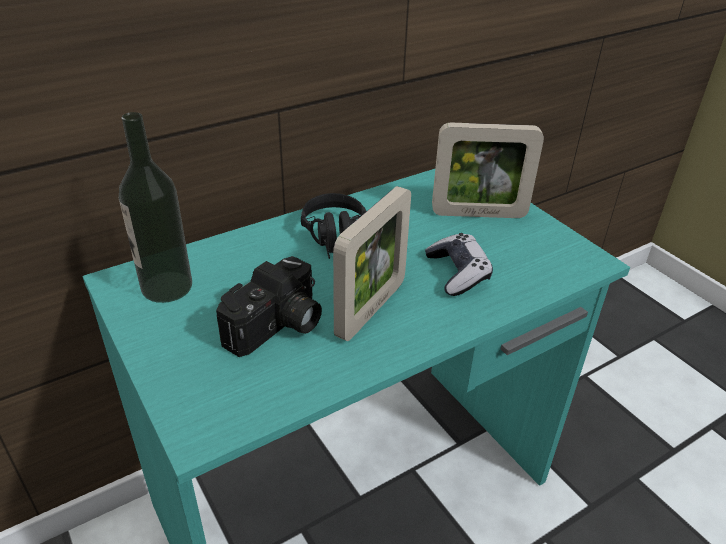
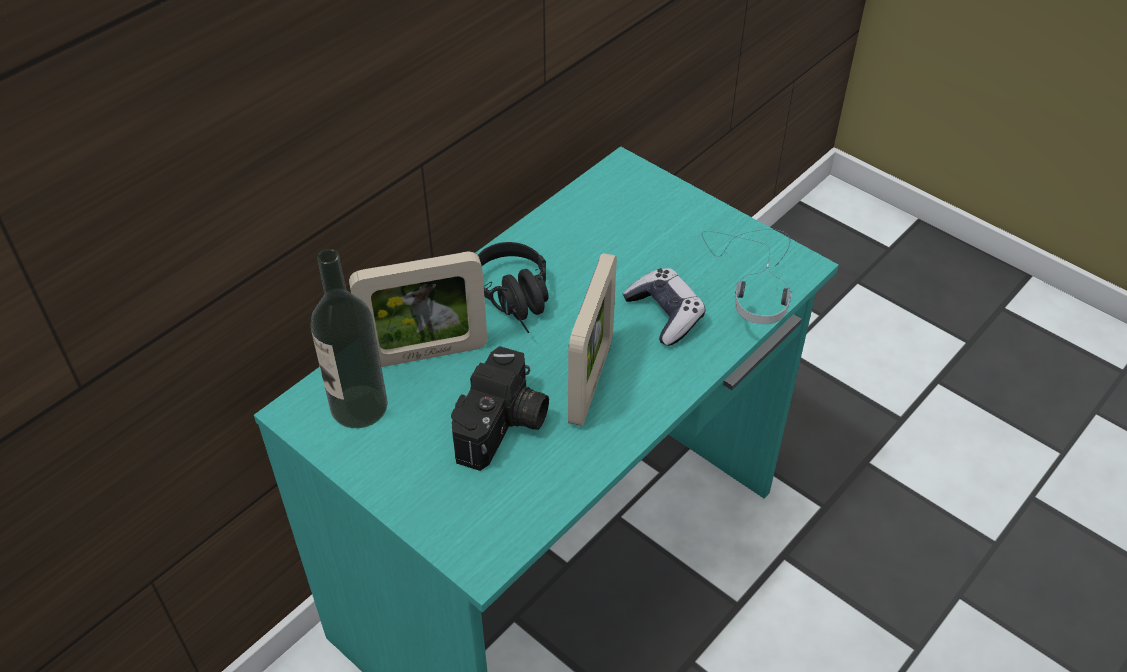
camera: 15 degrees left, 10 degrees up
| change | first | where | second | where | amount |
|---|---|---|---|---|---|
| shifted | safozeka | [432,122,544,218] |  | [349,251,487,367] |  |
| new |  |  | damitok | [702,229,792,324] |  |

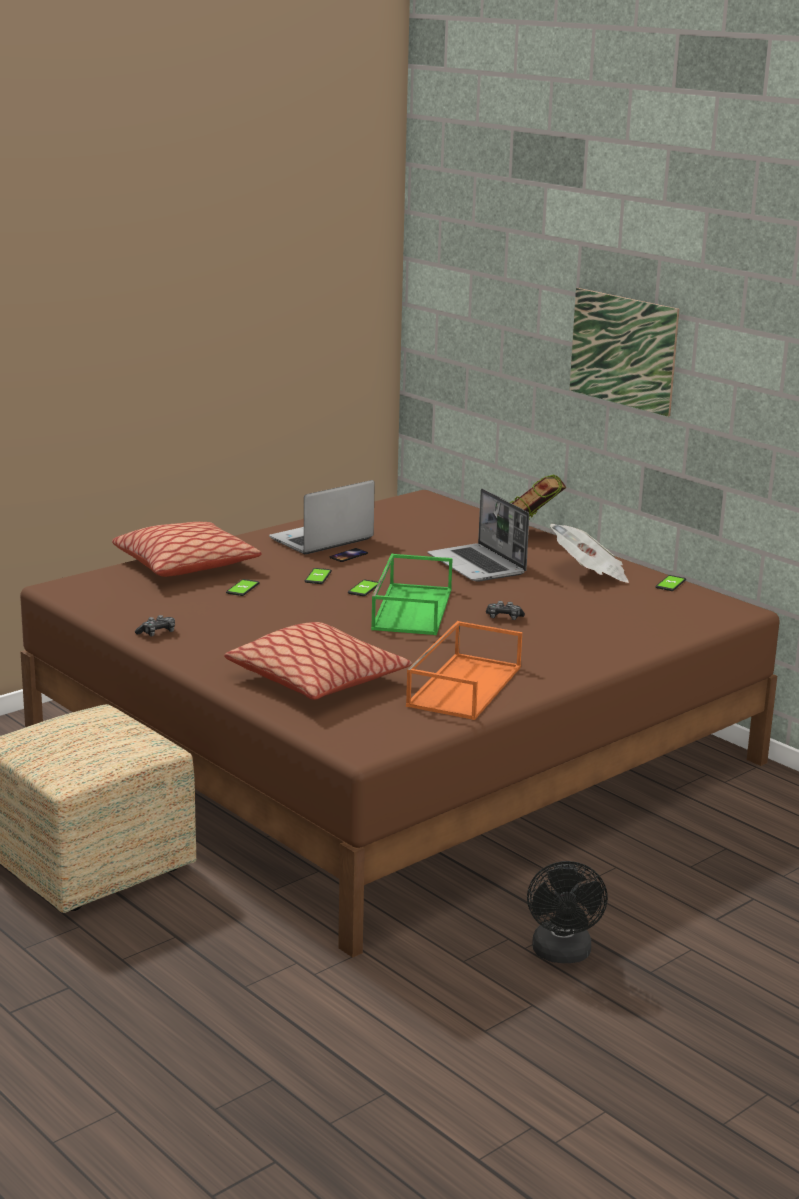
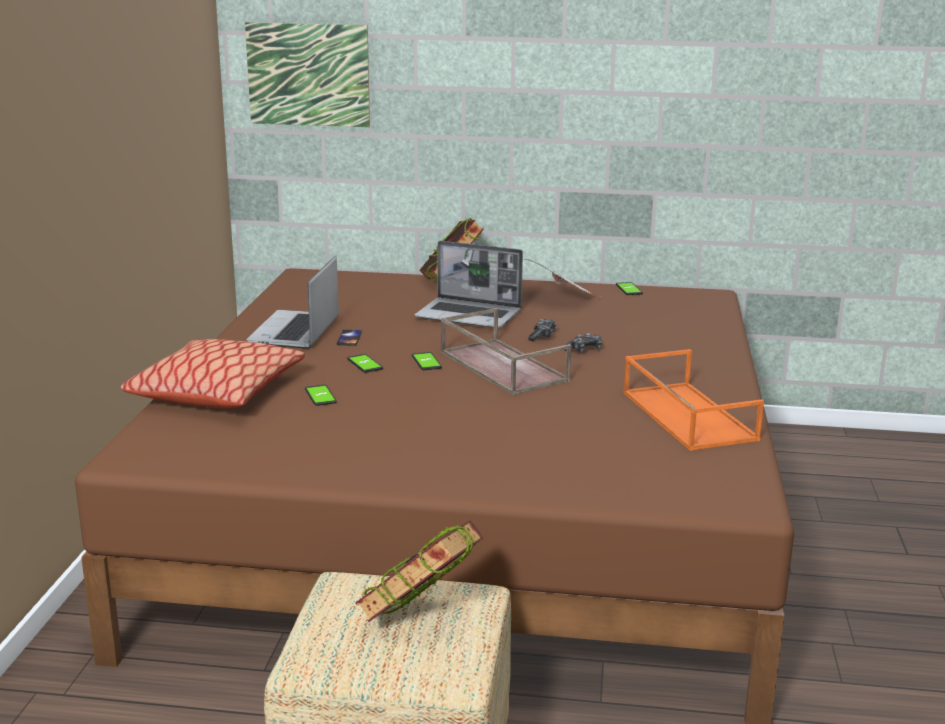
camera: 40 degrees left, 0 degrees up
| change | first | where | second | where | amount |
|---|---|---|---|---|---|
| shifted | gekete | [135,615,175,637] |  | [528,319,557,341] |  |
| gone | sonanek | [224,622,412,700] |  |  |  |
| repainted | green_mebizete | [371,554,453,635] | brown_mebizete | [441,308,572,395] |  |
| gone | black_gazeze | [527,861,608,963] |  |  |  |
| shifted | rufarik | [570,288,679,417] |  | [245,22,370,127] |  |
| new |  |  | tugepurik | [356,520,483,622] |  |

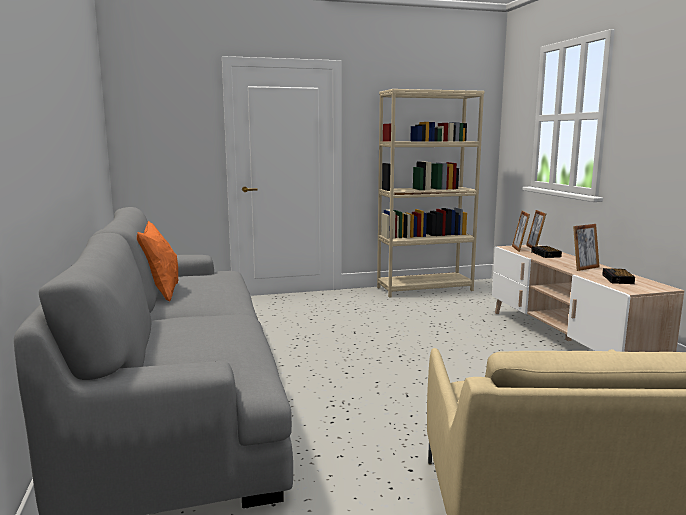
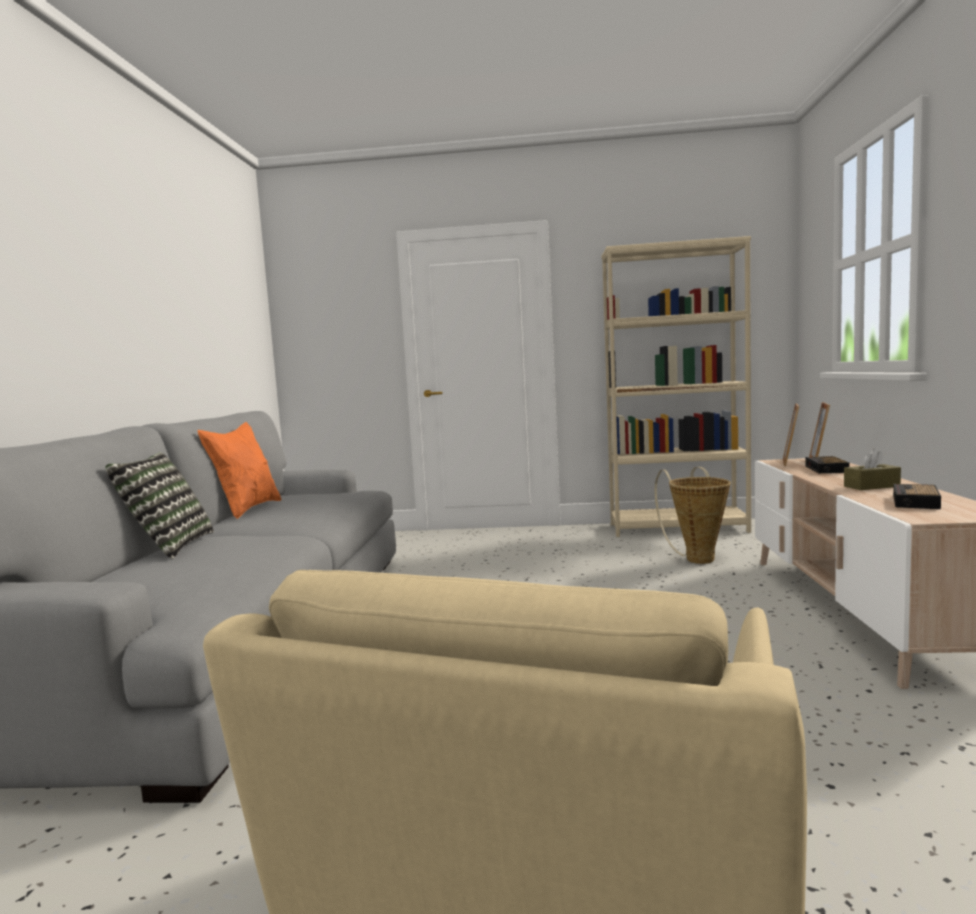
camera: 20 degrees right, 5 degrees down
| change | first | where | second | where | amount |
|---|---|---|---|---|---|
| swapped | safozeka | [573,224,599,271] | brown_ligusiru | [844,449,901,490] |  |
| new |  |  | sonanek | [106,452,214,559] |  |
| new |  |  | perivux | [655,467,731,564] |  |

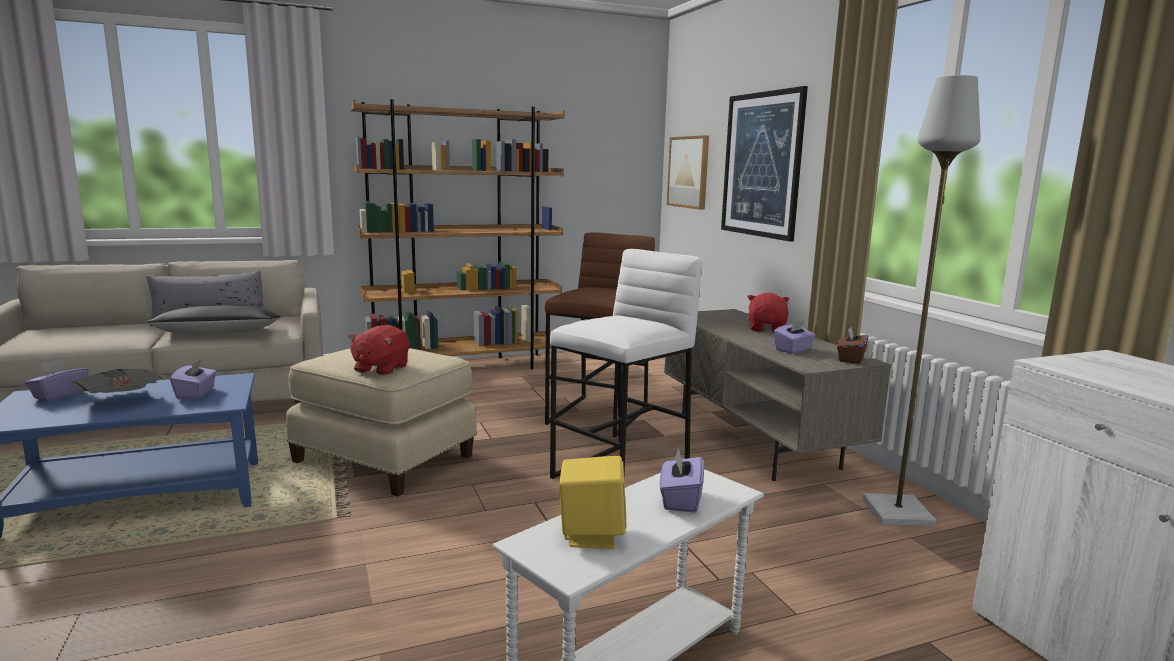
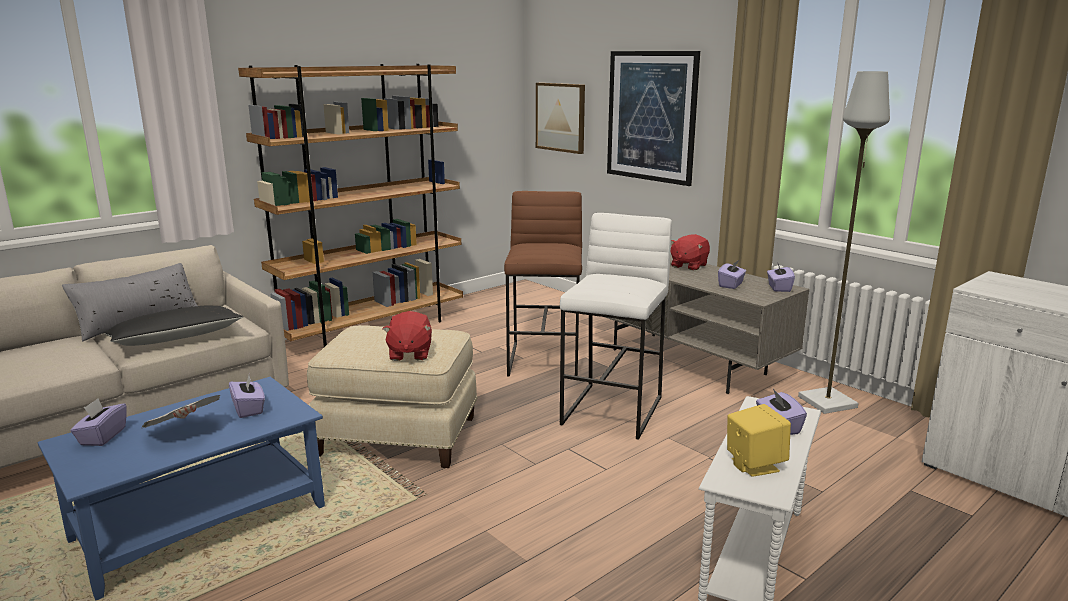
camera: 20 degrees left, 5 degrees up
| change | first | where | second | where | amount |
|---|---|---|---|---|---|
| rotated | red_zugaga | [747,293,789,332] |  | [671,234,710,271] | 135 degrees counterclockwise |
| repainted | brown_ligusiru | [837,327,868,364] | purple_ligusiru | [767,264,795,292] |  |

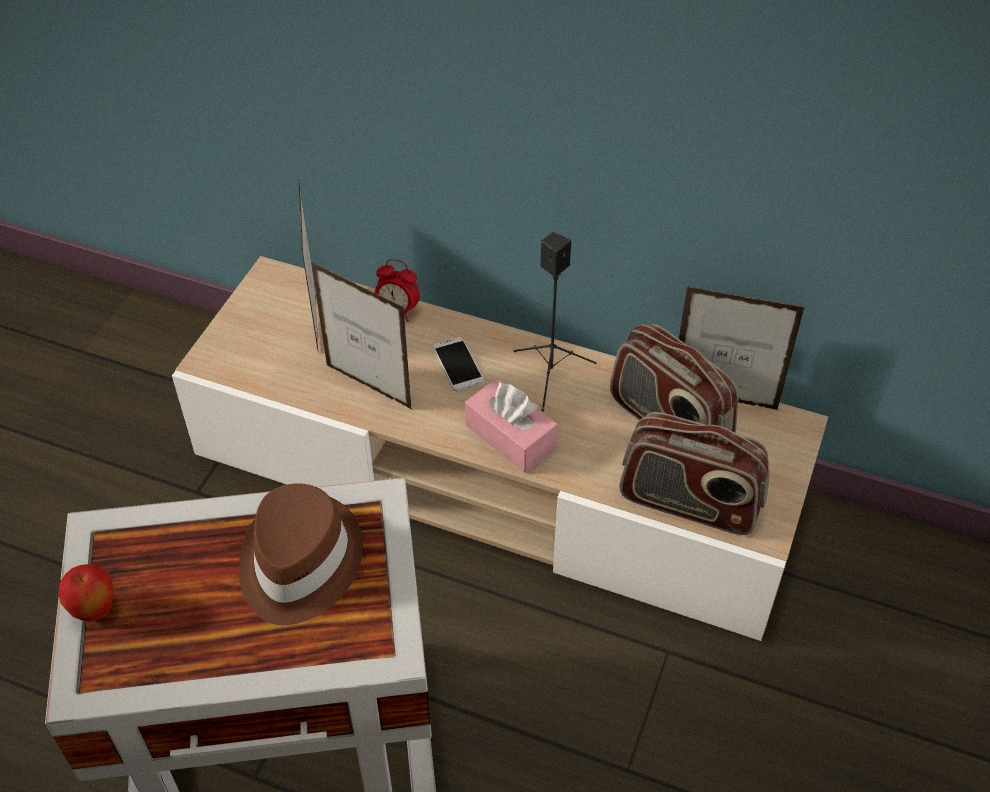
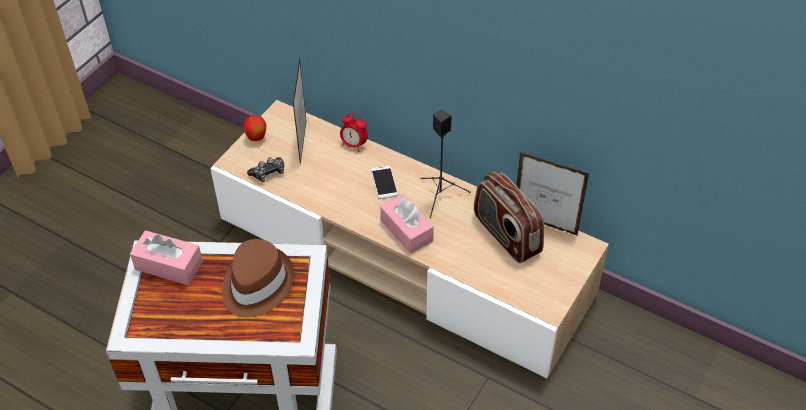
camera: 10 degrees right, 0 degrees up
| change | first | where | second | where | amount |
|---|---|---|---|---|---|
| shifted | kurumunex | [58,564,114,621] |  | [243,115,266,141] |  |
| gone | safozeka | [311,262,412,409] |  |  |  |
| gone | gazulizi | [619,412,770,535] |  |  |  |
| new |  |  | pink_ligusiru | [130,230,203,285] |  |
| new |  |  | gekete | [247,157,284,182] |  |

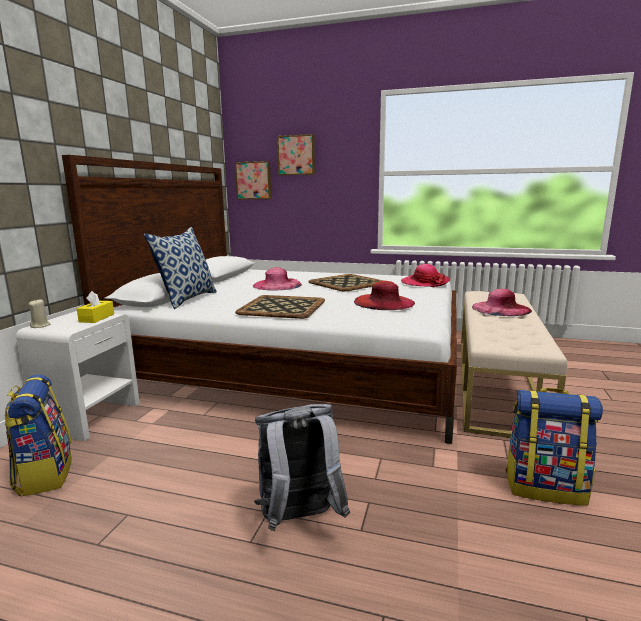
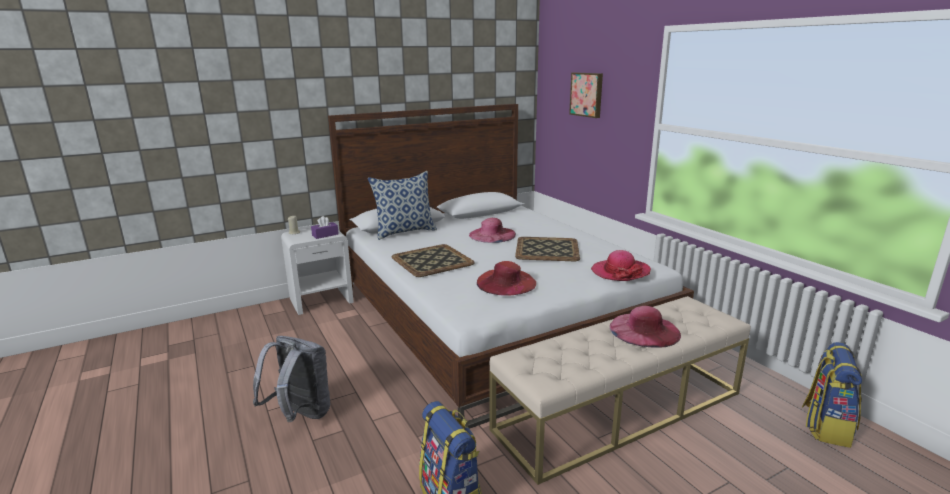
camera: 45 degrees right, 5 degrees up
| change | first | where | second | where | amount |
|---|---|---|---|---|---|
| shifted | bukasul | [4,374,71,496] |  | [802,342,862,448] |  |
| repainted | yellow_ligusiru | [77,291,114,323] | purple_ligusiru | [311,216,339,239] |  |
| gone | rufarik | [235,161,271,199] |  |  |  |

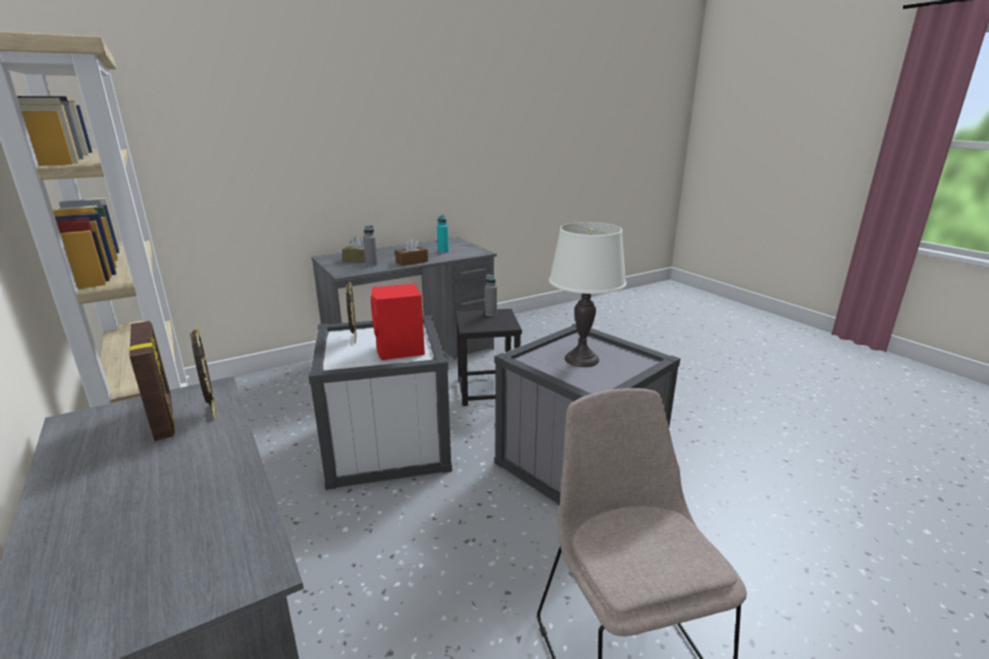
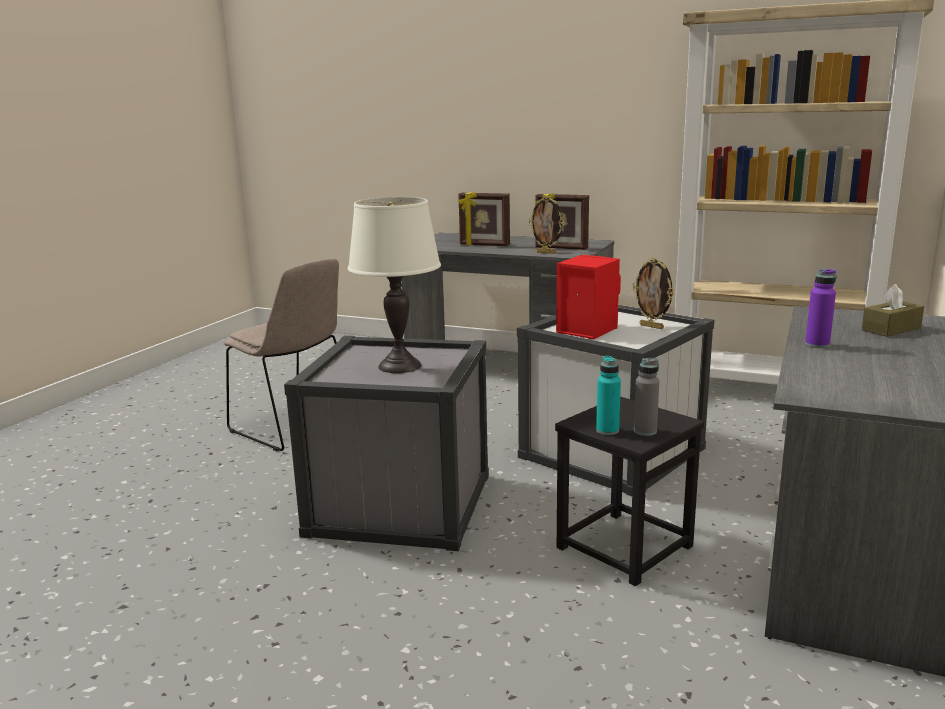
camera: 145 degrees right, 5 degrees down
| change | first | where | second | where | amount |
|---|---|---|---|---|---|
| gone | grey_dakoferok | [363,225,378,267] |  |  |  |
| swapped | brown_ligusiru | [395,238,428,266] | purple_dakoferok | [805,269,837,348] |  |
| shifted | turquoise_dakoferok | [437,215,449,253] |  | [596,356,621,435] |  |
| new |  |  | safozeka | [458,192,510,246] |  |

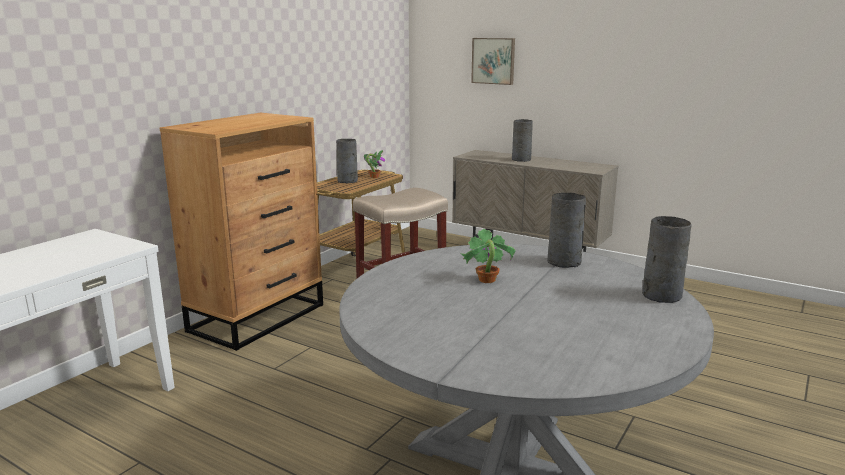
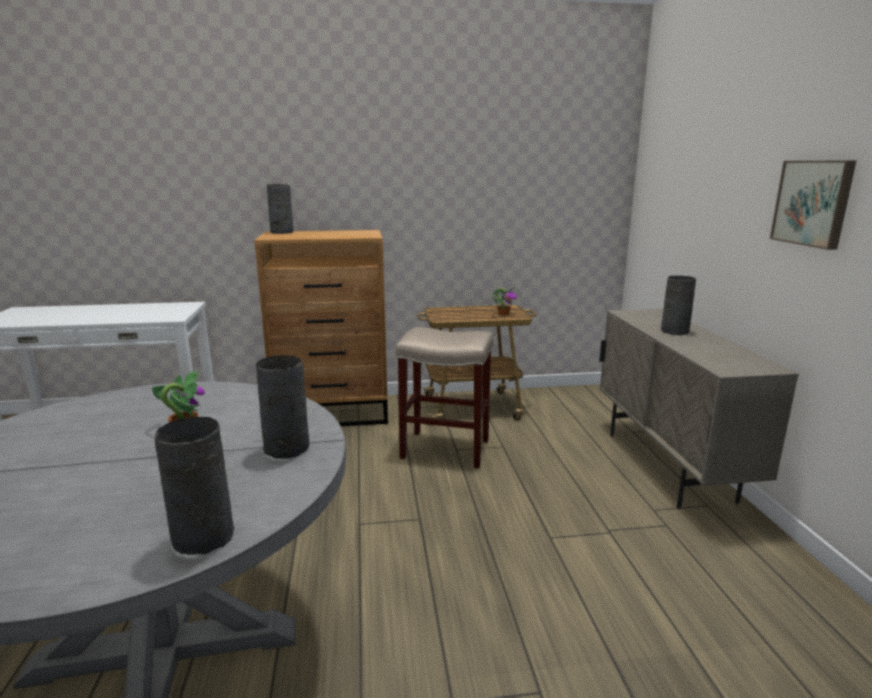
camera: 50 degrees right, 0 degrees up
| change | first | where | second | where | amount |
|---|---|---|---|---|---|
| shifted | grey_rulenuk | [336,139,358,183] |  | [267,184,293,234] |  |
| shifted | rufarik | [471,38,515,85] |  | [770,161,856,250] |  |

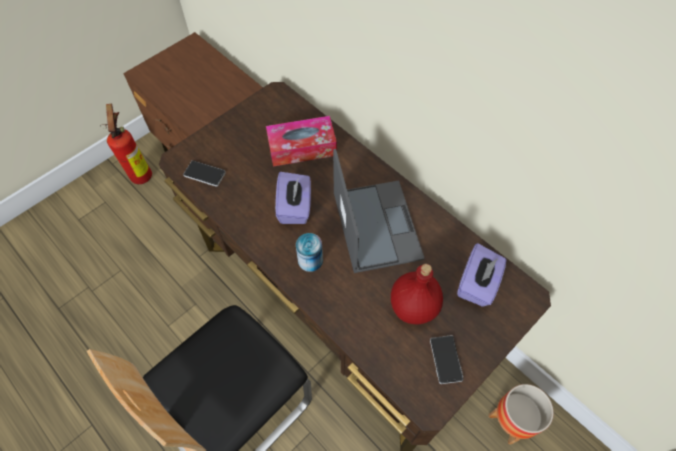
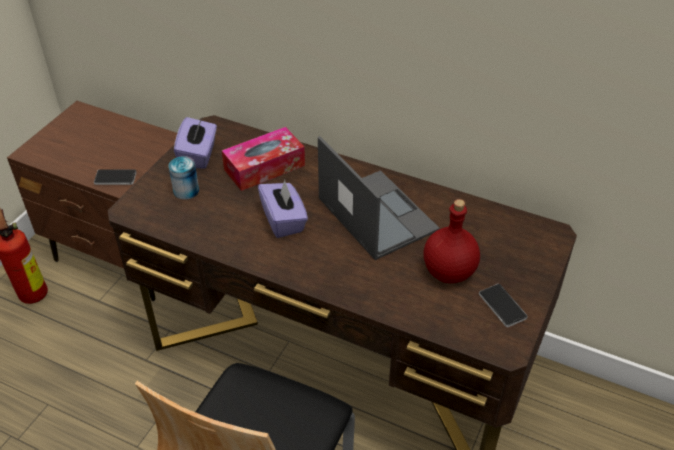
camera: 20 degrees left, 15 degrees down
| change | first | where | second | where | amount |
|---|---|---|---|---|---|
| shifted | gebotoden | [183,160,226,187] |  | [94,170,136,185] |  |
| shifted | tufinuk | [296,233,323,272] |  | [168,156,199,200] |  |
| shifted | purple_ligusiru | [457,243,506,307] |  | [174,117,217,169] |  |
| gone | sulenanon | [489,384,554,445] |  |  |  |

